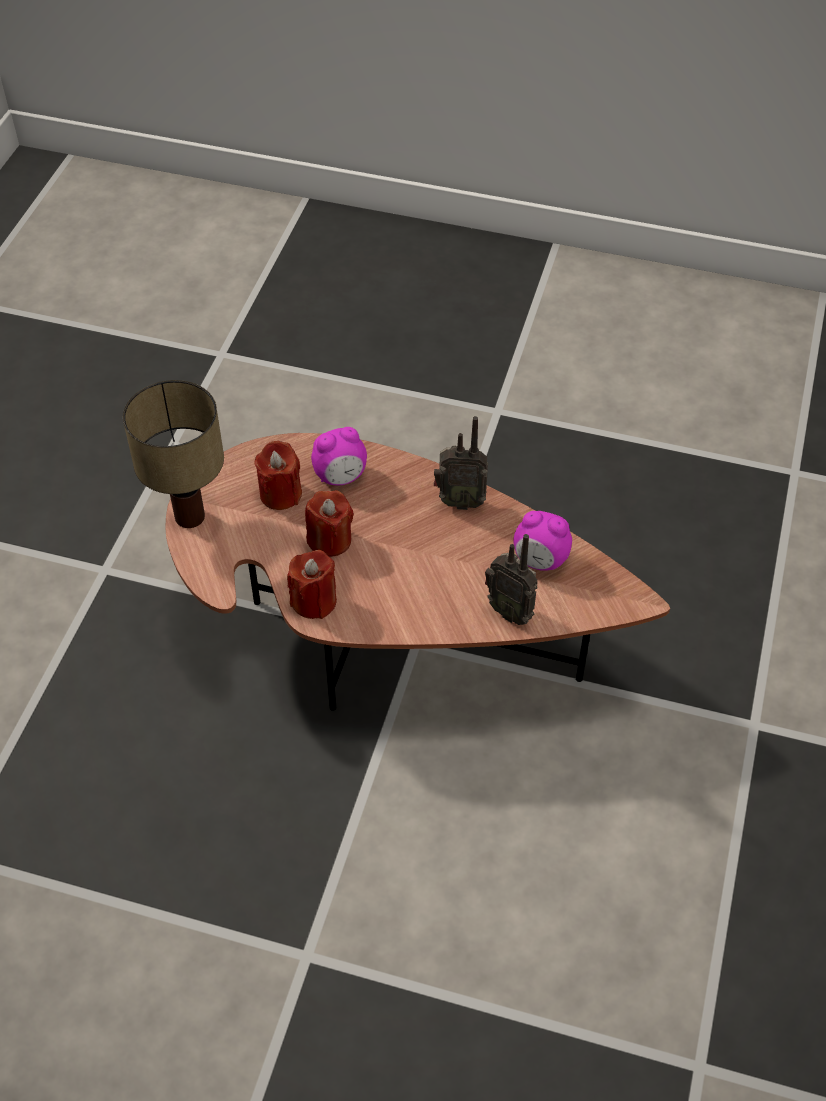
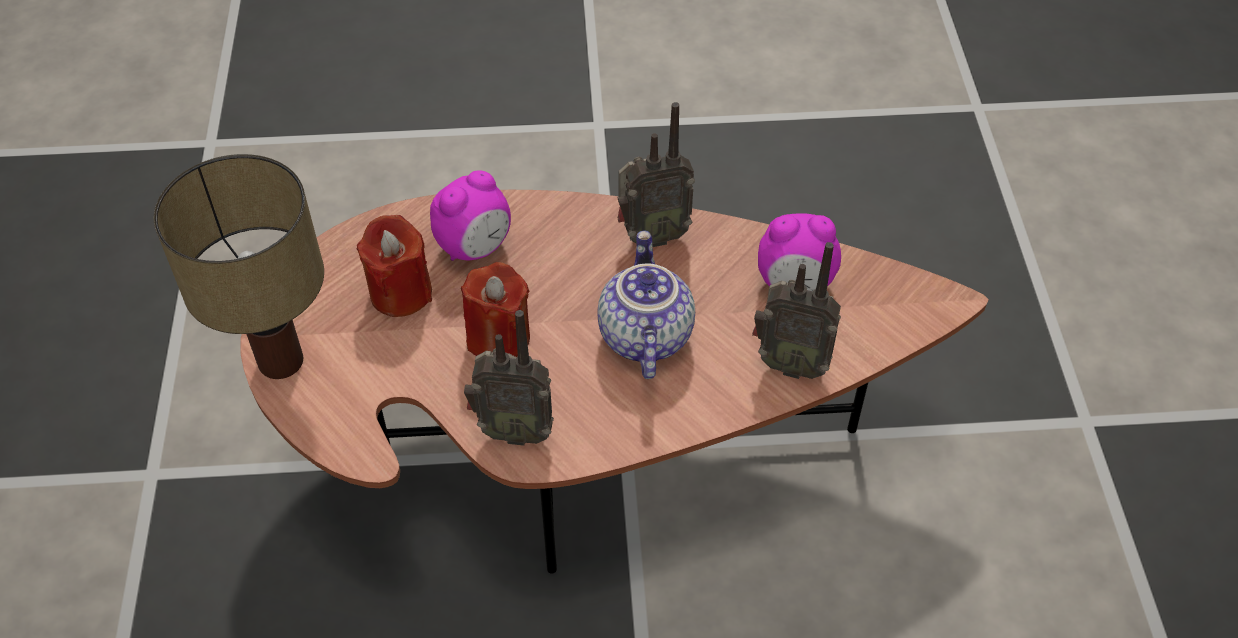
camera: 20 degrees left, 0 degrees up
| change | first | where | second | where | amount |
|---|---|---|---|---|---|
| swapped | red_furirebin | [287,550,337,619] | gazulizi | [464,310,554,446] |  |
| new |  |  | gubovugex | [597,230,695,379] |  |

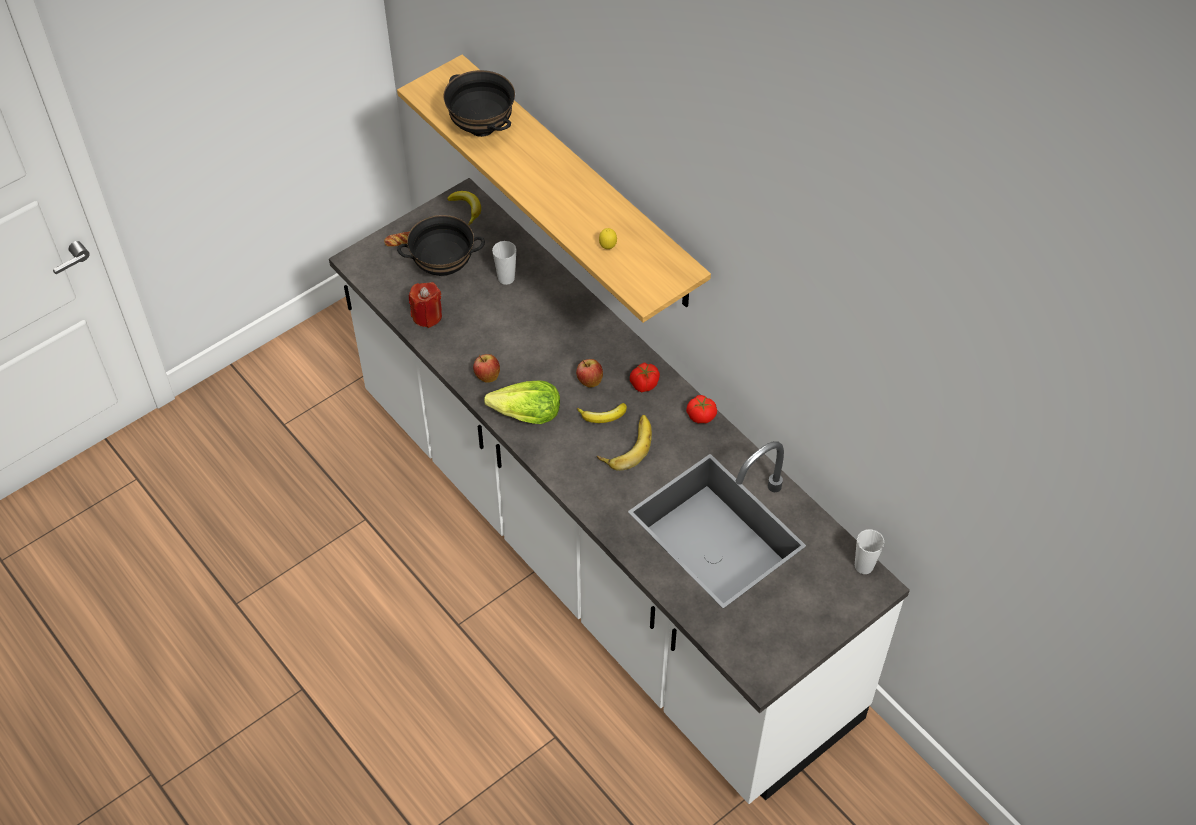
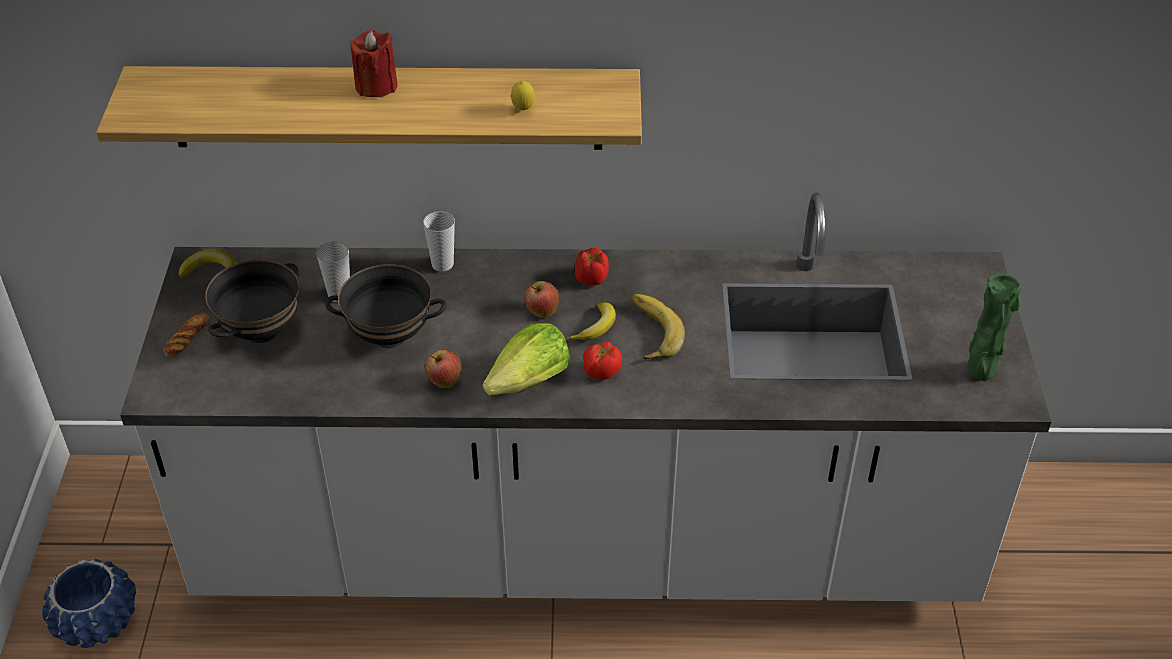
camera: 50 degrees left, 10 degrees down
| change | first | where | second | where | amount |
|---|---|---|---|---|---|
| shifted | red_furirebin | [409,282,442,328] |  | [350,30,398,97] |  |
| shifted | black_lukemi | [443,70,515,137] |  | [325,264,447,348] |  |
| shifted | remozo | [686,395,717,423] |  | [583,342,622,380] |  |
| shifted | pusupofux | [855,529,885,574] |  | [423,211,455,272] |  |
| new |  |  | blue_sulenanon | [42,558,136,648] |  |
| new |  |  | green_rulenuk | [967,273,1022,380] |  |

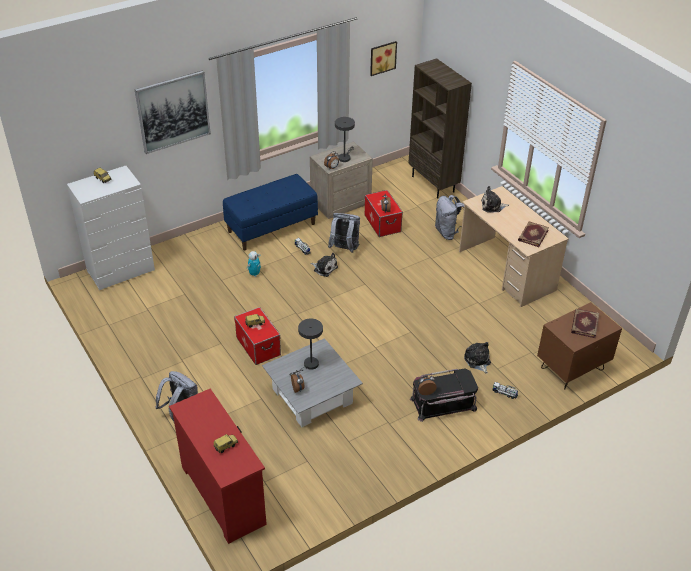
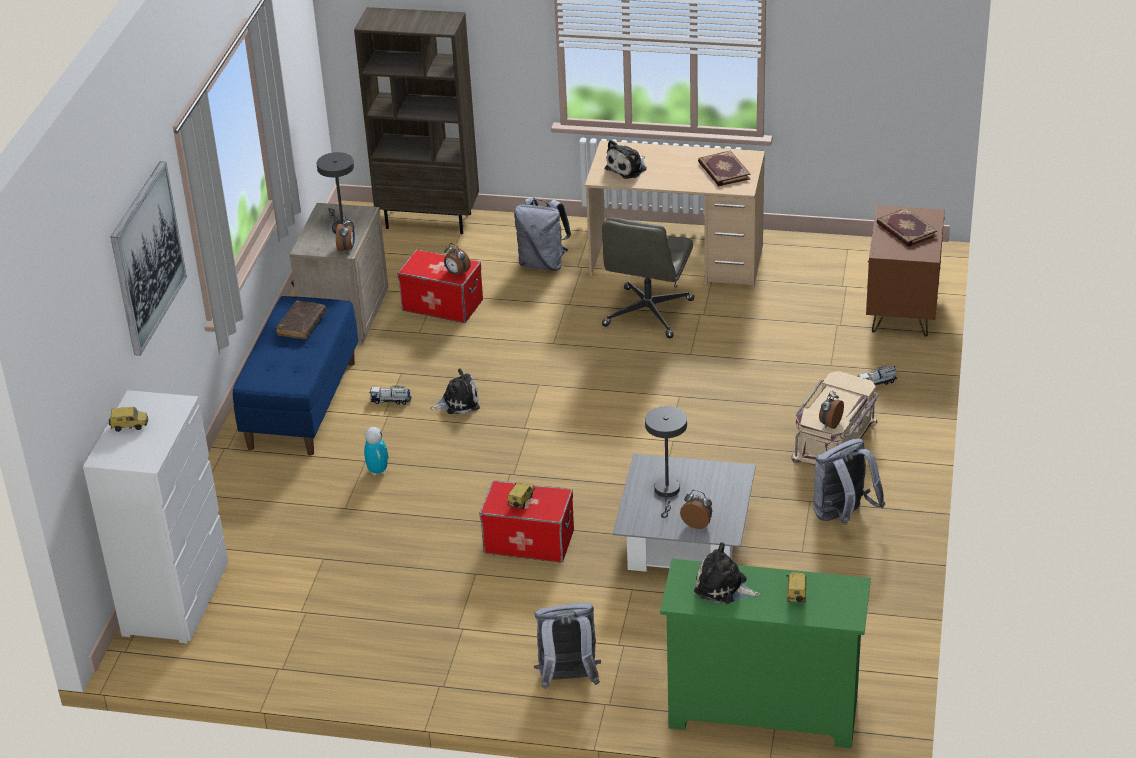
camera: 45 degrees left, 5 degrees down
| change | first | where | second | where | amount |
|---|---|---|---|---|---|
| repainted | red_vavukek | [169,388,267,544] | green_vavukek | [660,559,871,749] |  |
| shifted | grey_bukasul | [328,213,360,253] |  | [813,438,885,525] |  |
| gone | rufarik | [370,41,397,76] |  |  |  |
| repainted | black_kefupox | [410,368,478,422] | beige_kefupox | [791,371,879,466] |  |
| shifted | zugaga | [464,342,491,374] |  | [694,542,760,604] |  |
| new |  |  | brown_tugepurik | [276,301,326,339] |  |
| new |  |  | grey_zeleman | [602,217,695,338] |  |

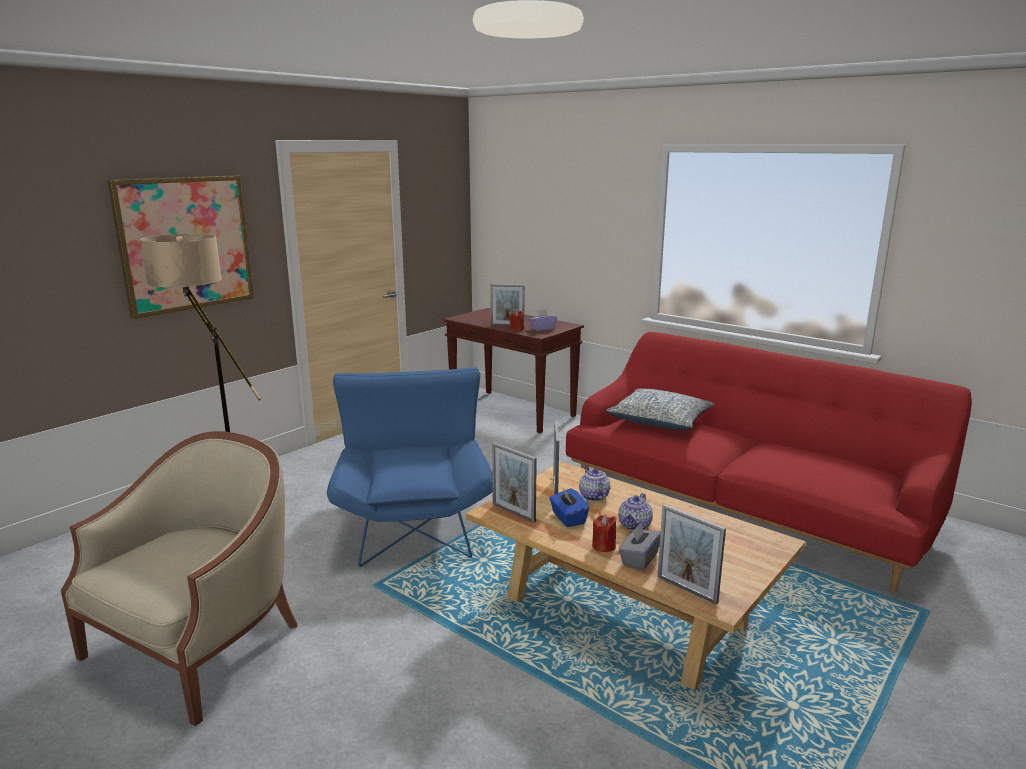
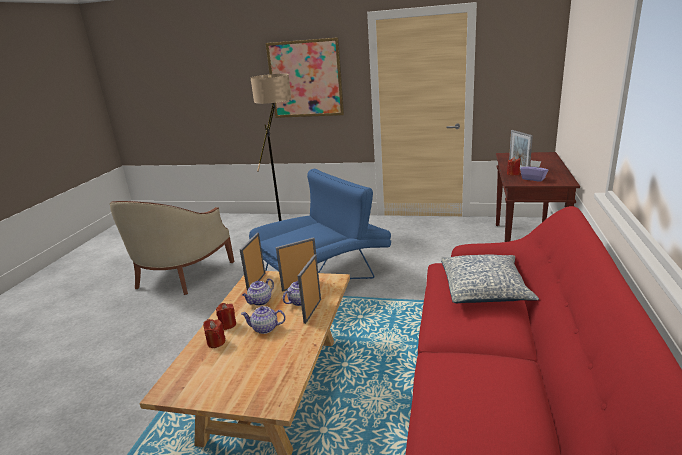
camera: 65 degrees right, 5 degrees up
| change | first | where | second | where | amount |
|---|---|---|---|---|---|
| rotated | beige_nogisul | [61,431,297,726] |  | [110,201,234,295] | 105 degrees clockwise |
| swapped | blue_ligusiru | [550,488,589,527] | gubovugex | [242,278,274,306] |  |
| swapped | grey_ligusiru | [619,522,661,570] | red_furirebin | [203,319,225,348] |  |
| shifted | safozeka | [657,504,726,605] |  | [298,254,321,324] |  |

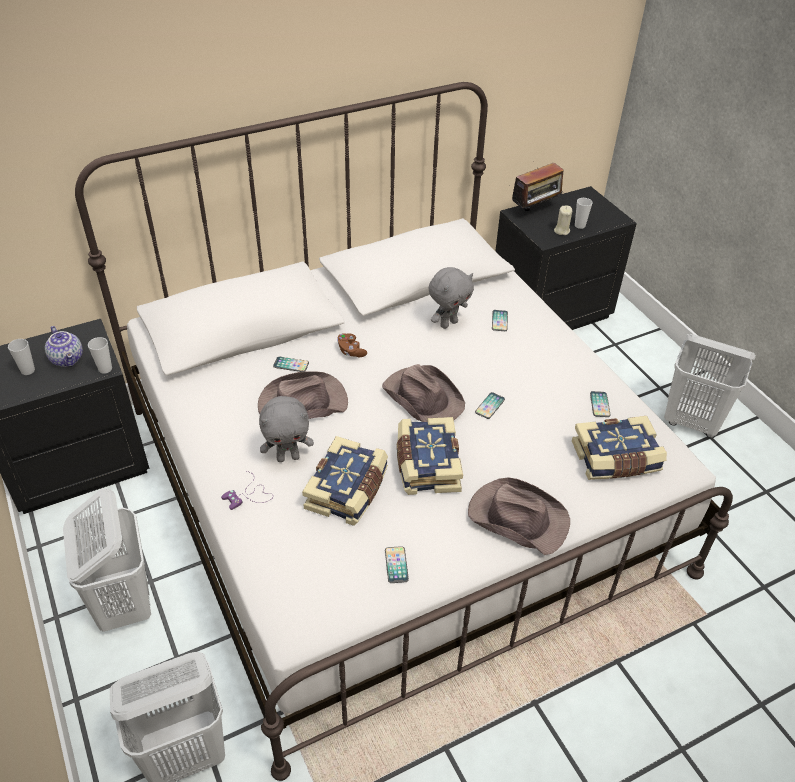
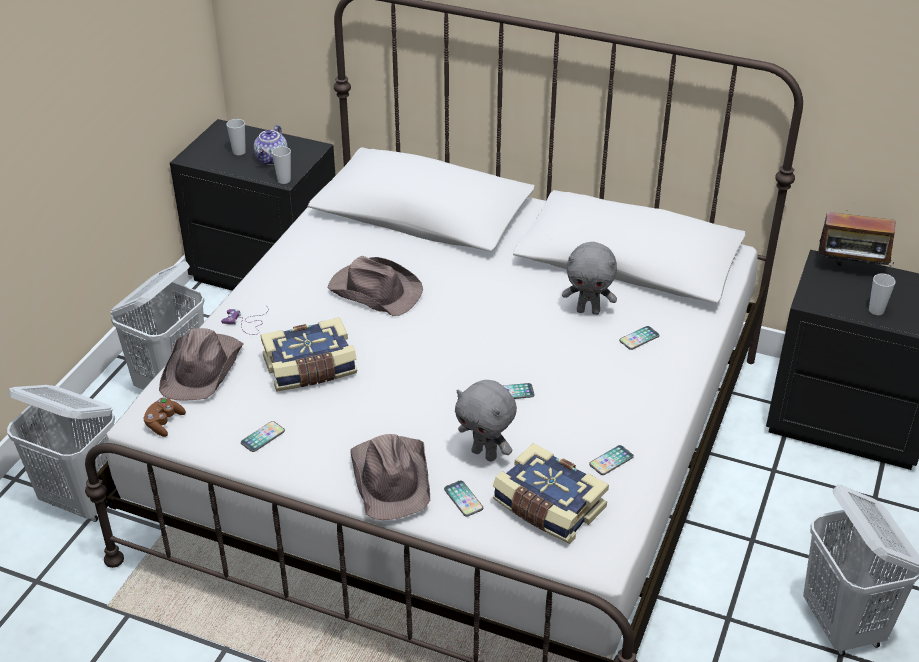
camera: 50 degrees right, 5 degrees down
| change | first | where | second | where | amount |
|---|---|---|---|---|---|
| shifted | grey_zugaga | [259,396,314,462] |  | [455,380,517,462] |  |
| shifted | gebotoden | [273,357,309,372] |  | [444,480,483,516] |  |
| shifted | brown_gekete | [337,333,367,357] |  | [144,397,186,437] |  |
| shifted | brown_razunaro | [382,364,465,422] |  | [159,328,243,401] |  |
| gone | tugepurik | [397,417,463,495] |  |  |  |
| gone | beige_furirebin | [554,205,572,235] |  |  |  |

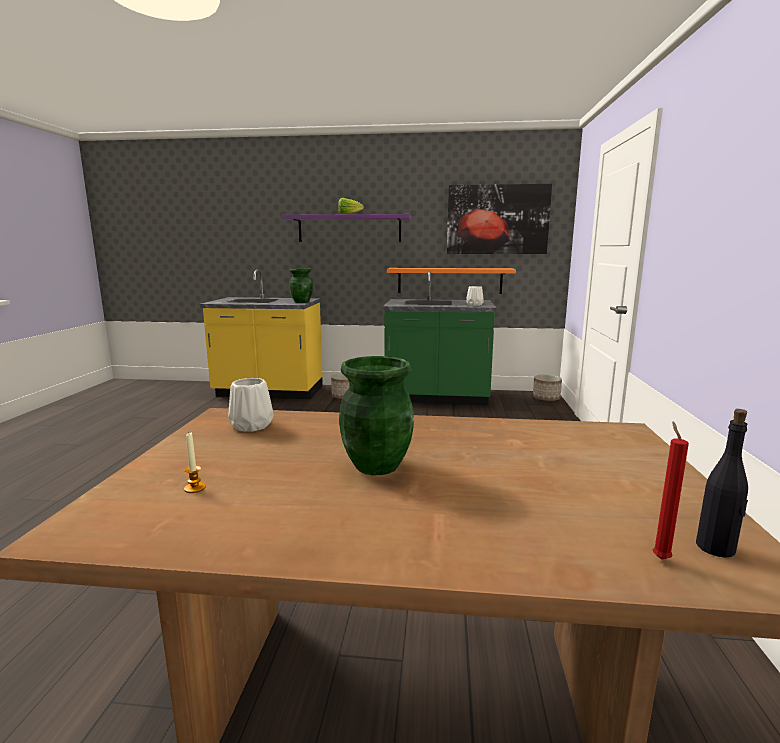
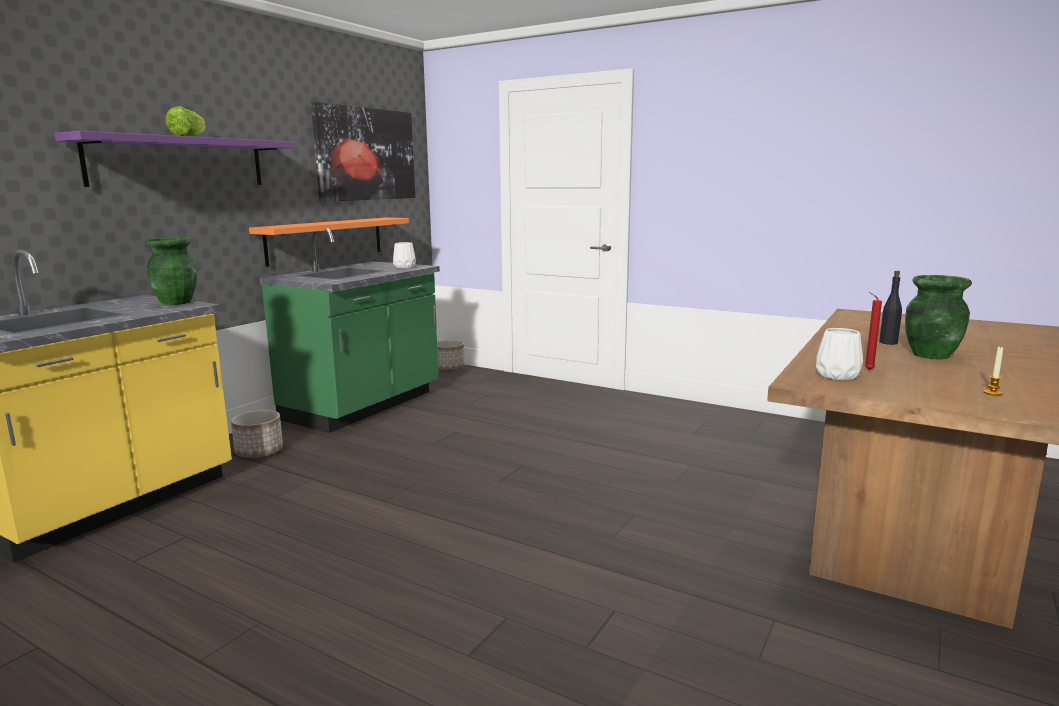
camera: 65 degrees left, 0 degrees up
| change | first | where | second | where | amount |
|---|---|---|---|---|---|
| shifted | red_furirebin | [653,421,689,560] |  | [864,292,882,370] |  |
| shifted | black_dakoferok | [696,409,748,558] |  | [879,271,902,345] |  |

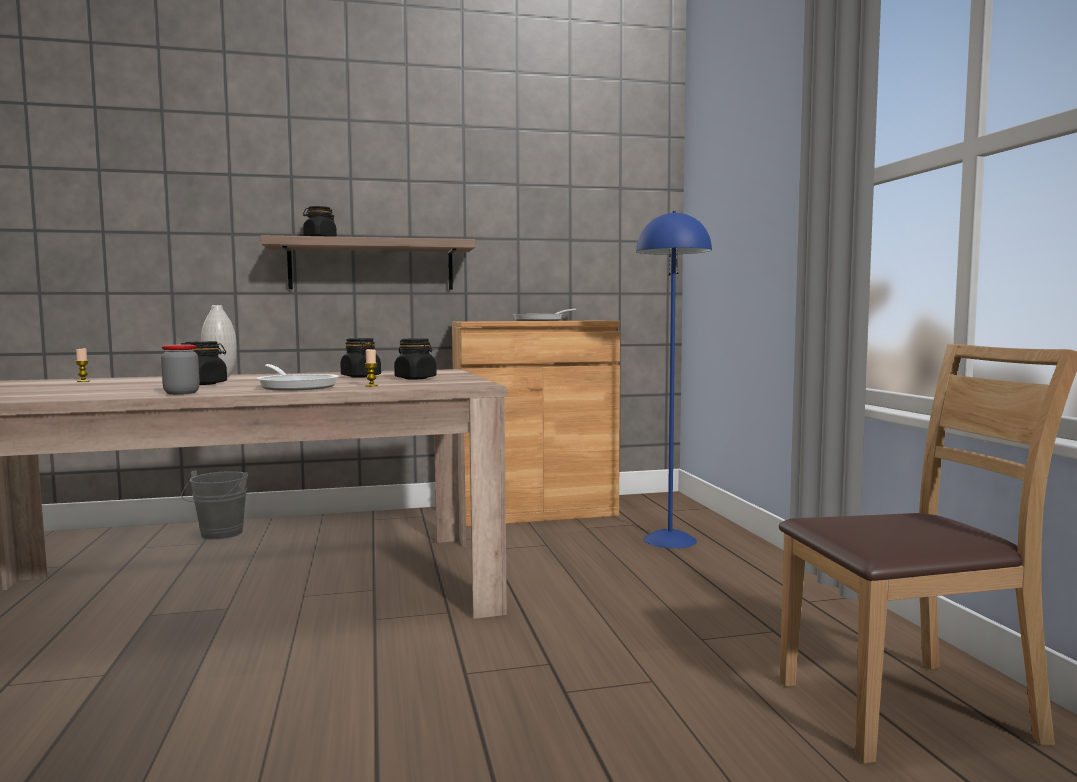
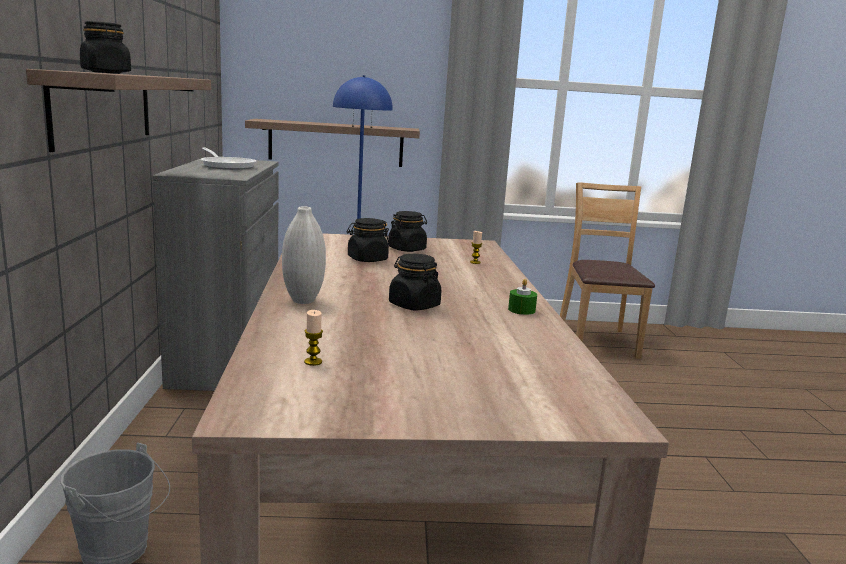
camera: 80 degrees left, 10 degrees up
| change | first | where | second | where | amount |
|---|---|---|---|---|---|
| swapped | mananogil | [161,344,200,395] | green_furirebin | [508,279,537,315] |  |
| gone | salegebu | [256,364,339,390] |  |  |  |
| repainted | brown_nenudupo | [452,321,620,527] | grey_nenudupo | [152,157,279,391] |  |
| new |  |  | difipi | [245,119,420,167] |  |

